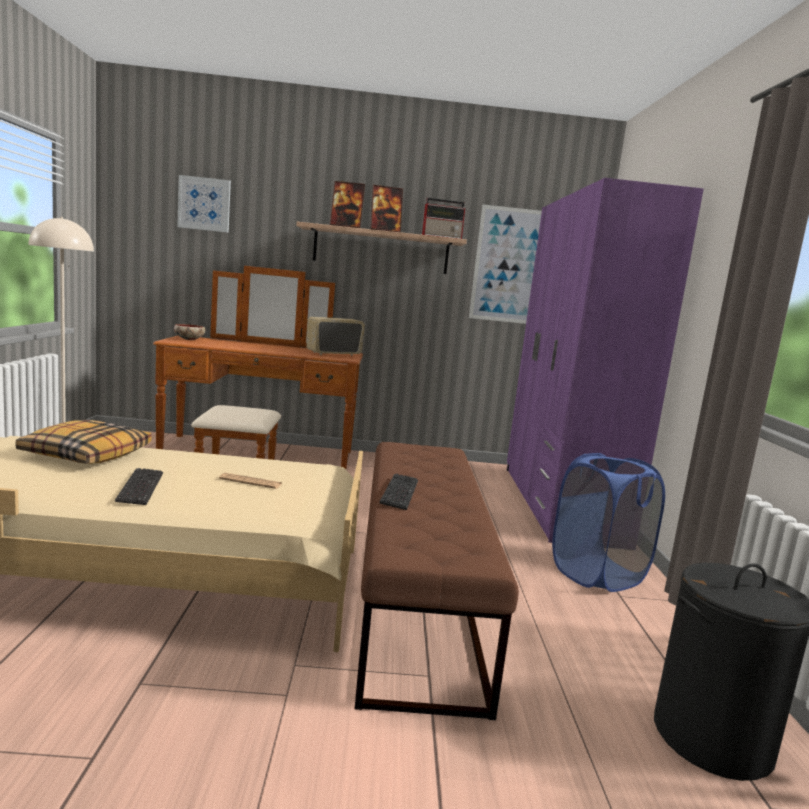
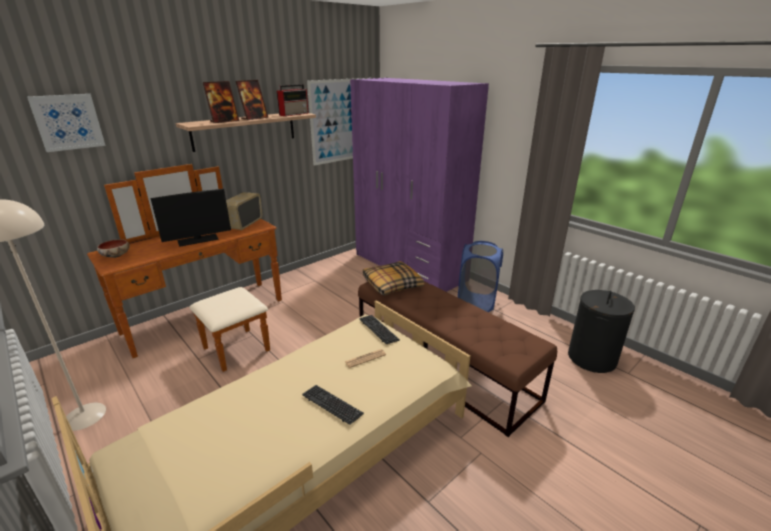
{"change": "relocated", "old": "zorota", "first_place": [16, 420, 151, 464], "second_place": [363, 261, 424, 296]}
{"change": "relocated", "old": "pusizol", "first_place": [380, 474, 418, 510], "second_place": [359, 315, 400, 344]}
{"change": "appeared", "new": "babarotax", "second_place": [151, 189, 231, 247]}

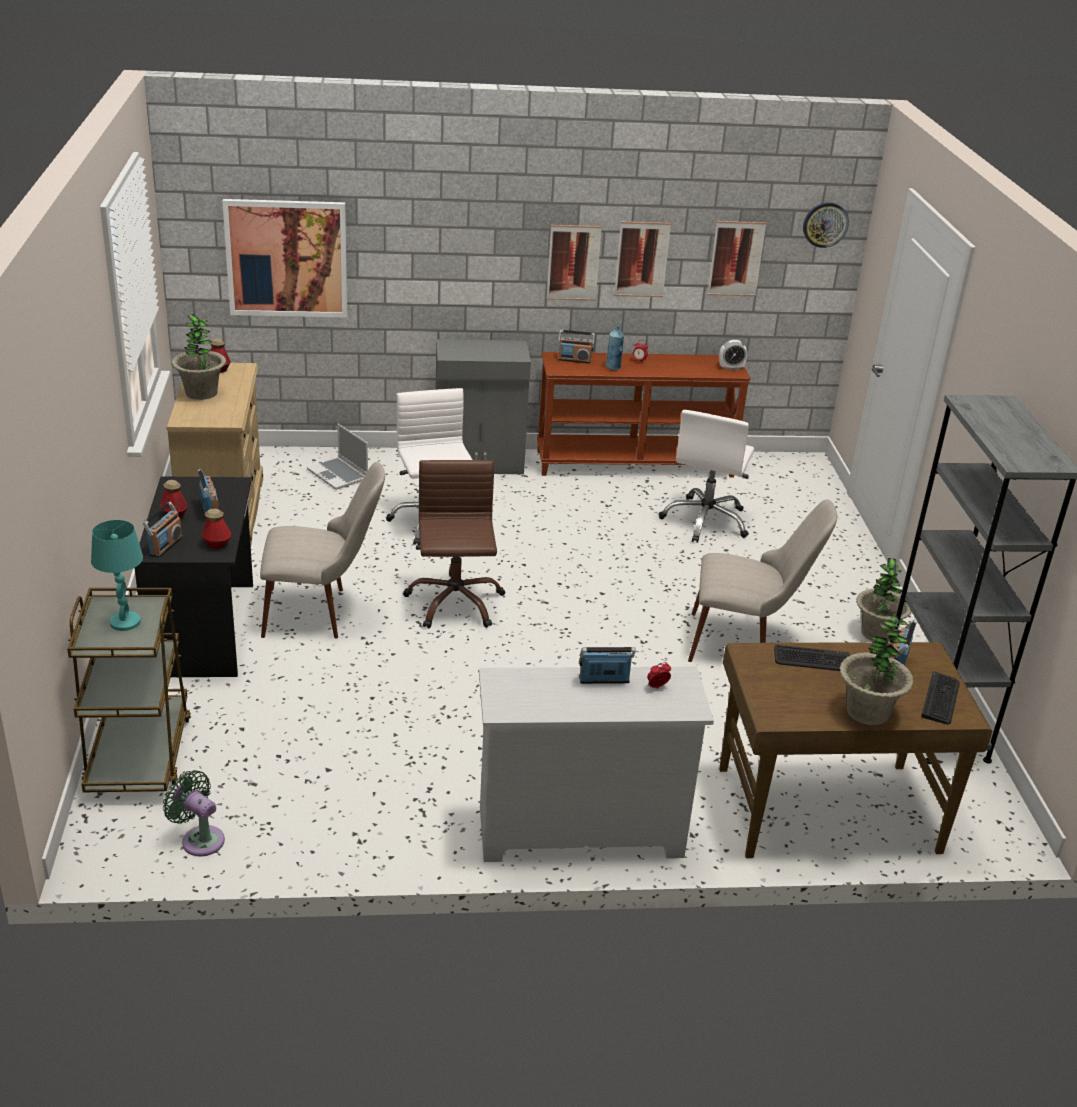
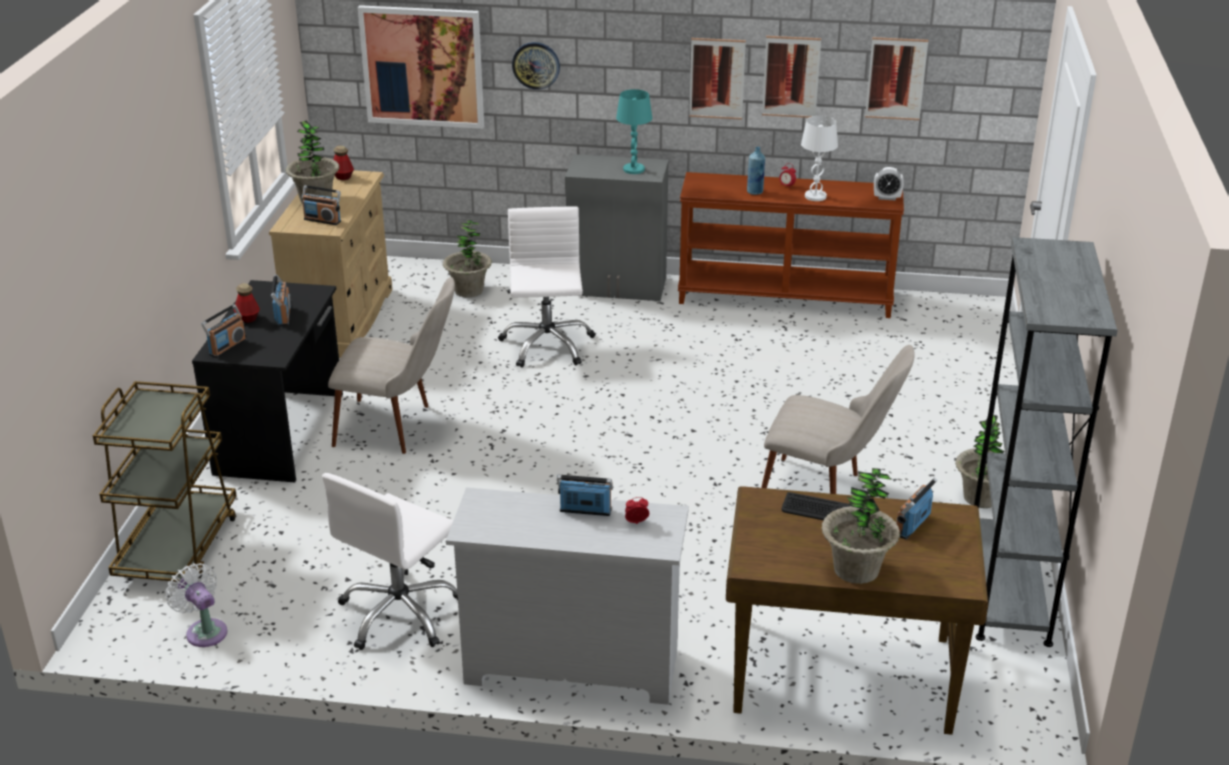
{"change": "relocated", "old": "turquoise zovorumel", "first_place": [91, 520, 143, 631], "second_place": [616, 89, 652, 174]}
{"change": "colour", "old": "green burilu", "new": "white burilu", "first_place": [163, 770, 225, 856], "second_place": [166, 563, 228, 647]}
{"change": "missing", "old": "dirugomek", "first_place": [201, 509, 231, 549]}
{"change": "exchanged", "old": "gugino", "new": "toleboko", "first_place": [307, 424, 368, 490], "second_place": [443, 220, 492, 297]}
{"change": "missing", "old": "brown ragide", "first_place": [403, 460, 505, 629]}
{"change": "relocated", "old": "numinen", "first_place": [558, 330, 595, 364], "second_place": [302, 185, 341, 225]}
{"change": "relocated", "old": "white ragide", "first_place": [659, 410, 754, 543], "second_place": [322, 473, 458, 650]}
{"change": "relocated", "old": "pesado", "first_place": [803, 202, 849, 248], "second_place": [512, 42, 560, 90]}
{"change": "missing", "old": "pusizol", "first_place": [921, 671, 960, 724]}
{"change": "appeared", "new": "white zovorumel", "second_place": [801, 116, 838, 201]}

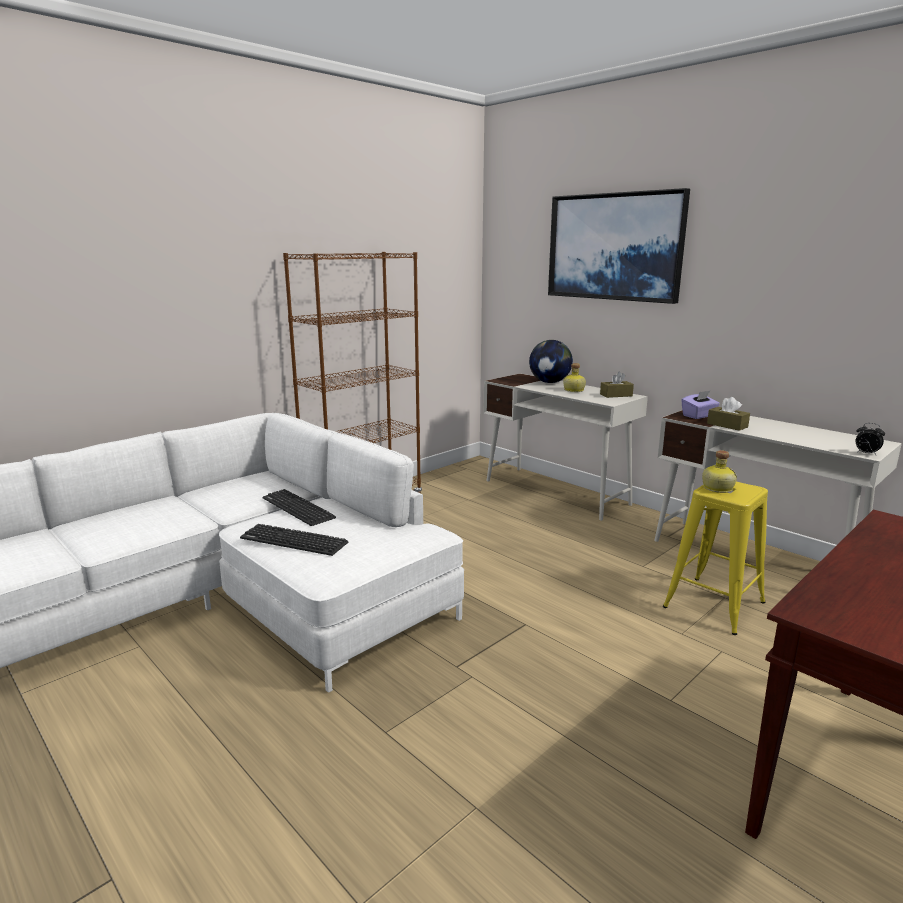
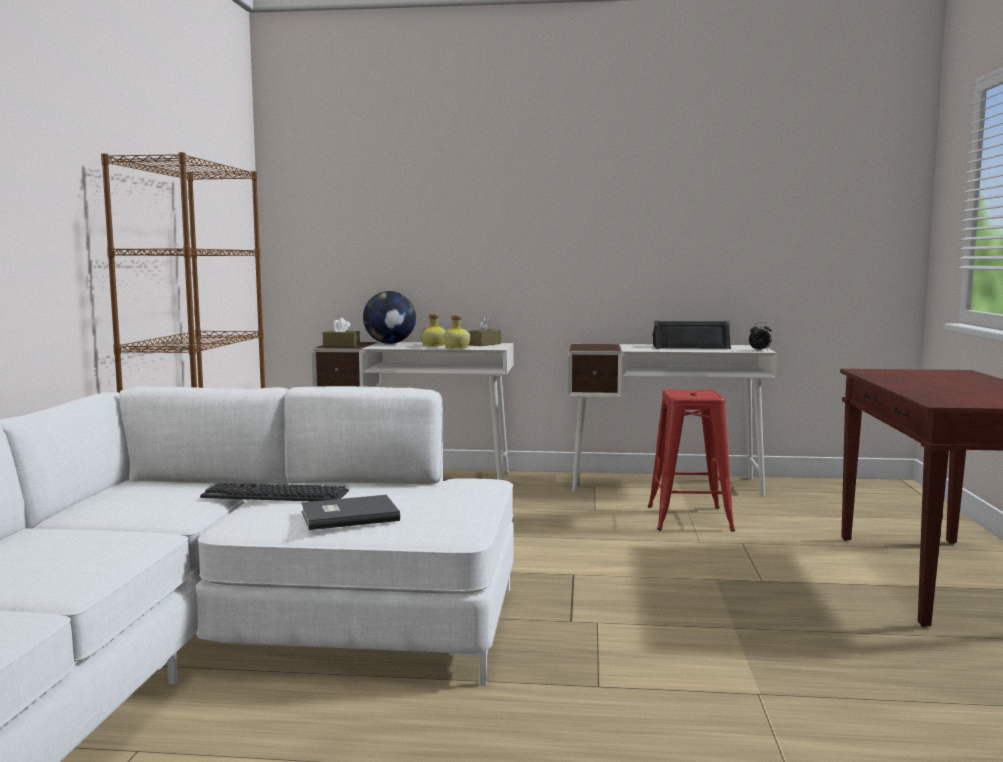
{"change": "exchanged", "old": "pusizol", "new": "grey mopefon", "first_place": [240, 524, 348, 556], "second_place": [301, 495, 400, 530]}
{"change": "missing", "old": "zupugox", "first_place": [548, 188, 690, 304]}
{"change": "colour", "old": "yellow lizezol", "new": "red lizezol", "first_place": [663, 481, 768, 635], "second_place": [648, 389, 735, 532]}
{"change": "missing", "old": "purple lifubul", "first_place": [681, 391, 720, 419]}
{"change": "relocated", "old": "dirugomek", "first_place": [702, 450, 737, 493], "second_place": [443, 315, 470, 349]}
{"change": "relocated", "old": "brown lifubul", "first_place": [707, 397, 750, 431], "second_place": [323, 318, 360, 347]}
{"change": "appeared", "new": "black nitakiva", "second_place": [653, 321, 731, 349]}

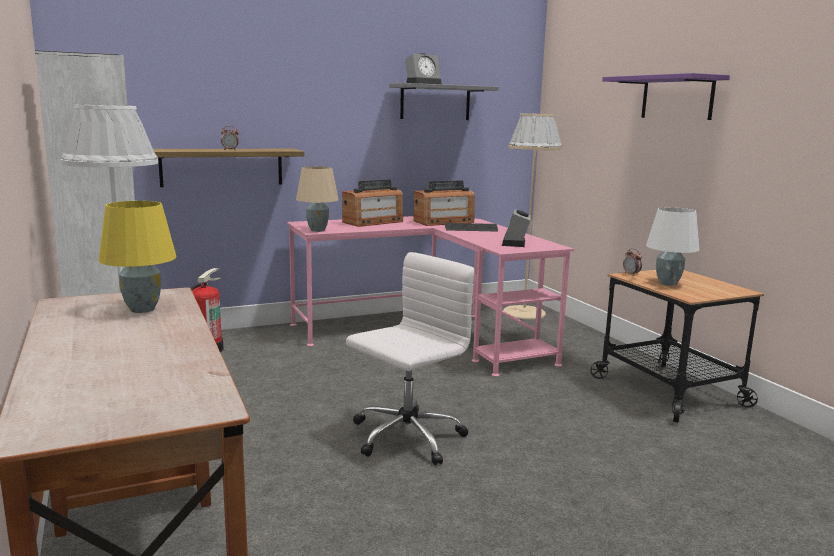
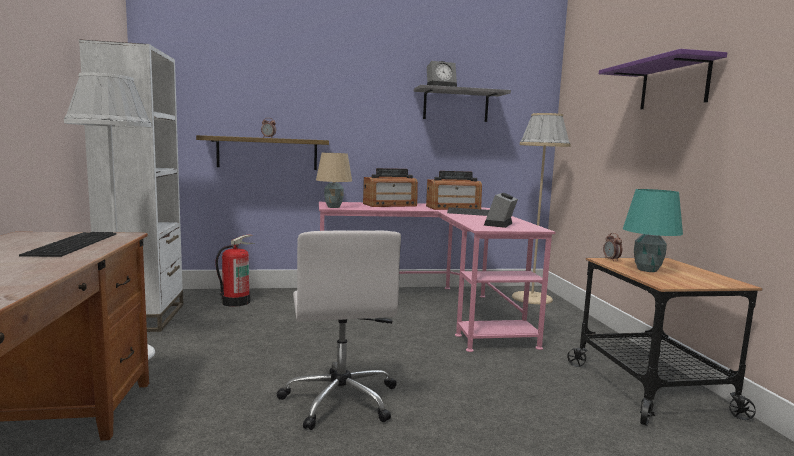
{"change": "exchanged", "old": "yellow zovorumel", "new": "pusizol", "first_place": [99, 201, 176, 313], "second_place": [19, 232, 116, 257]}
{"change": "spun", "old": "white ragide", "first_place": [346, 252, 474, 465], "second_place": [277, 230, 401, 430], "degrees": 105}
{"change": "colour", "old": "white zovorumel", "new": "turquoise zovorumel", "first_place": [646, 207, 699, 286], "second_place": [623, 189, 683, 272]}

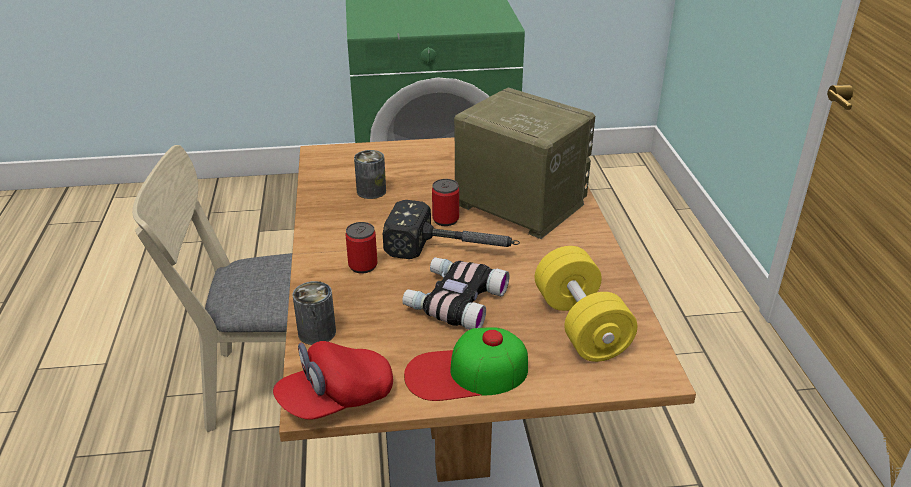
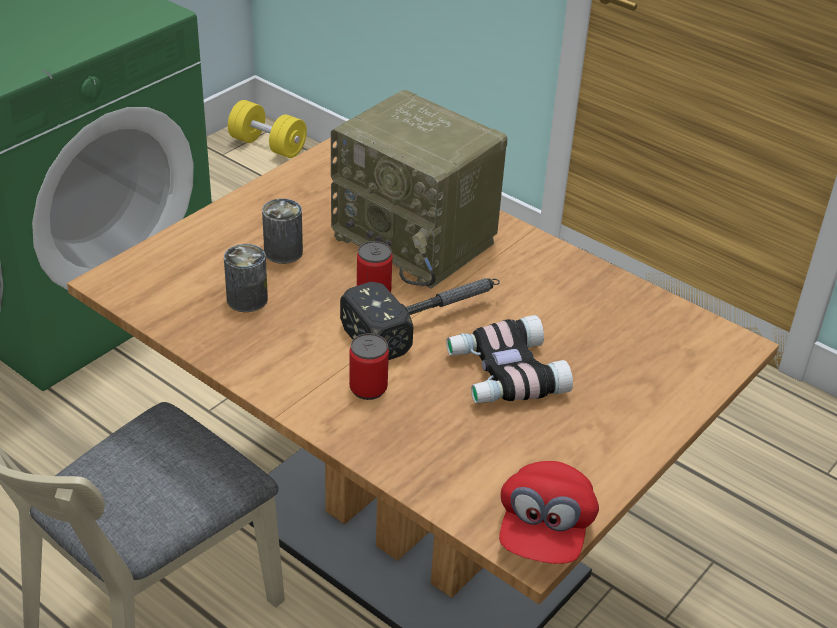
{"change": "relocated", "old": "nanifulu", "first_place": [293, 281, 336, 345], "second_place": [262, 199, 303, 264]}
{"change": "missing", "old": "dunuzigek", "first_place": [404, 328, 528, 401]}
{"change": "spun", "old": "numinen", "first_place": [454, 87, 595, 239], "second_place": [331, 90, 507, 289], "degrees": -135}
{"change": "relocated", "old": "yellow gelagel", "first_place": [535, 246, 637, 362], "second_place": [228, 100, 307, 158]}

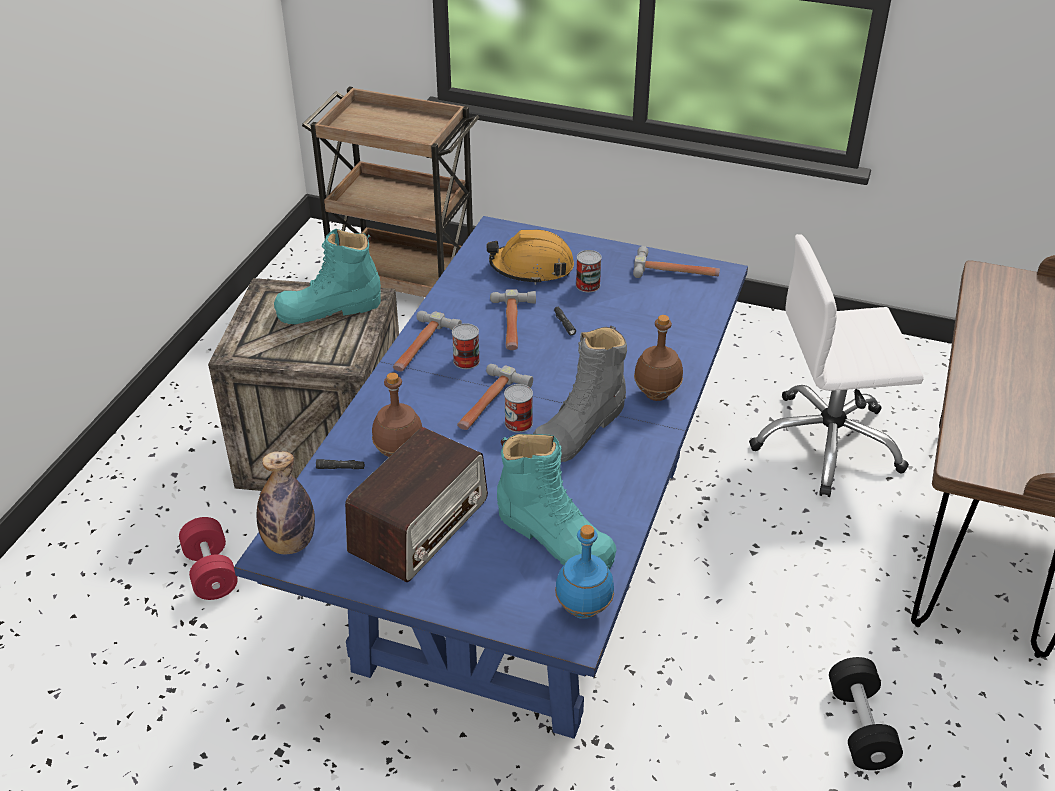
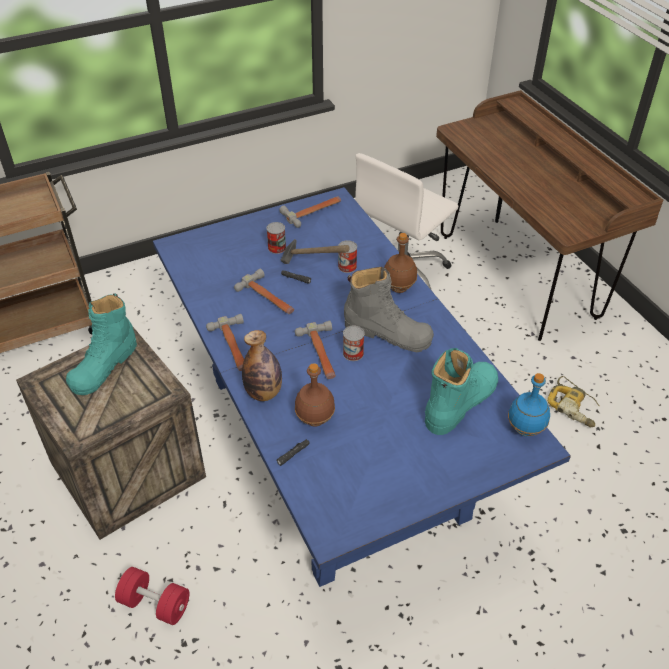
{"change": "relocated", "old": "dirugomek", "first_place": [257, 451, 315, 554], "second_place": [242, 330, 282, 401]}
{"change": "missing", "old": "numinen", "first_place": [345, 427, 488, 582]}
{"change": "relocated", "old": "nanifulu", "first_place": [452, 323, 480, 369], "second_place": [338, 240, 357, 273]}
{"change": "missing", "old": "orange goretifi", "first_place": [486, 230, 574, 285]}
{"change": "spun", "old": "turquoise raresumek", "first_place": [497, 434, 617, 569], "second_place": [425, 348, 498, 435], "degrees": -45}
{"change": "spun", "old": "grey raresumek", "first_place": [533, 326, 627, 462], "second_place": [344, 267, 434, 352], "degrees": -60}
{"change": "exchanged", "old": "black gelagel", "new": "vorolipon", "first_place": [829, 657, 903, 770], "second_place": [547, 376, 600, 427]}
{"change": "appeared", "new": "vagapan", "second_place": [281, 239, 350, 264]}

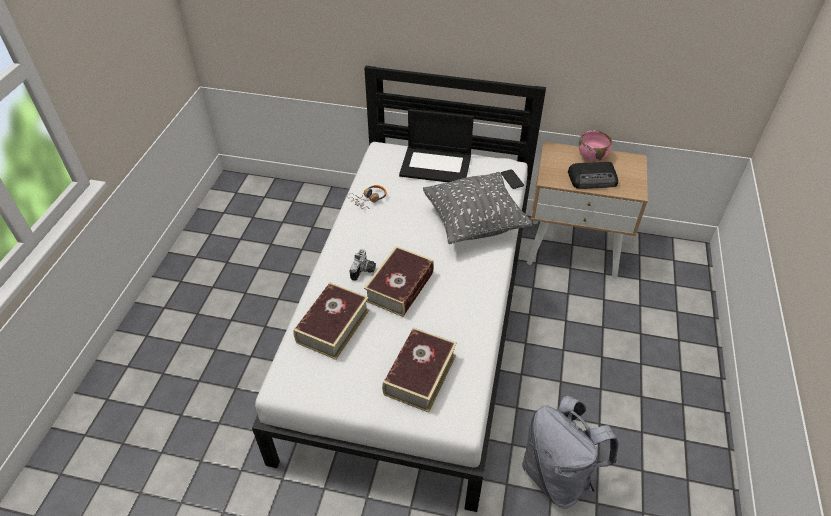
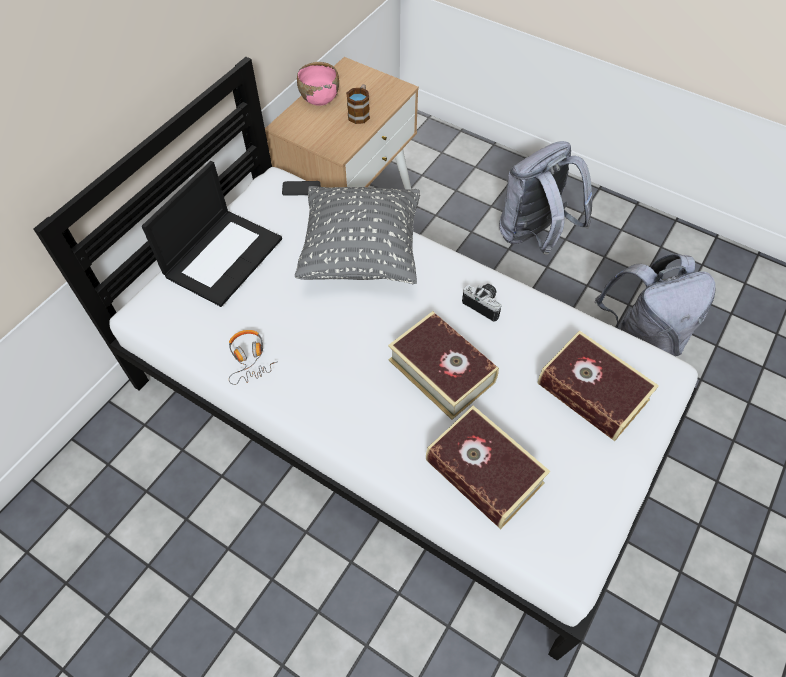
{"change": "relocated", "old": "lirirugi", "first_place": [350, 249, 376, 281], "second_place": [462, 284, 502, 322]}
{"change": "exchanged", "old": "numinen", "new": "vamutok", "first_place": [568, 162, 618, 189], "second_place": [346, 84, 370, 124]}
{"change": "appeared", "new": "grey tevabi", "second_place": [499, 141, 592, 255]}

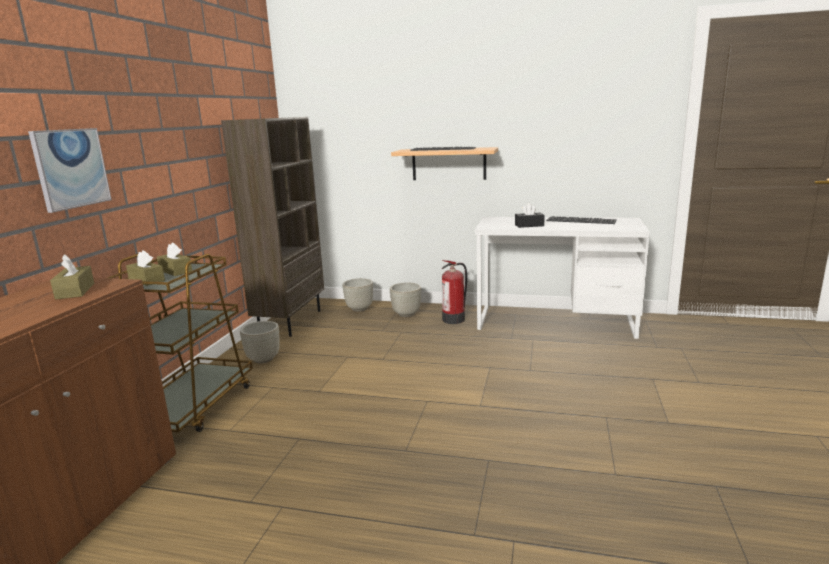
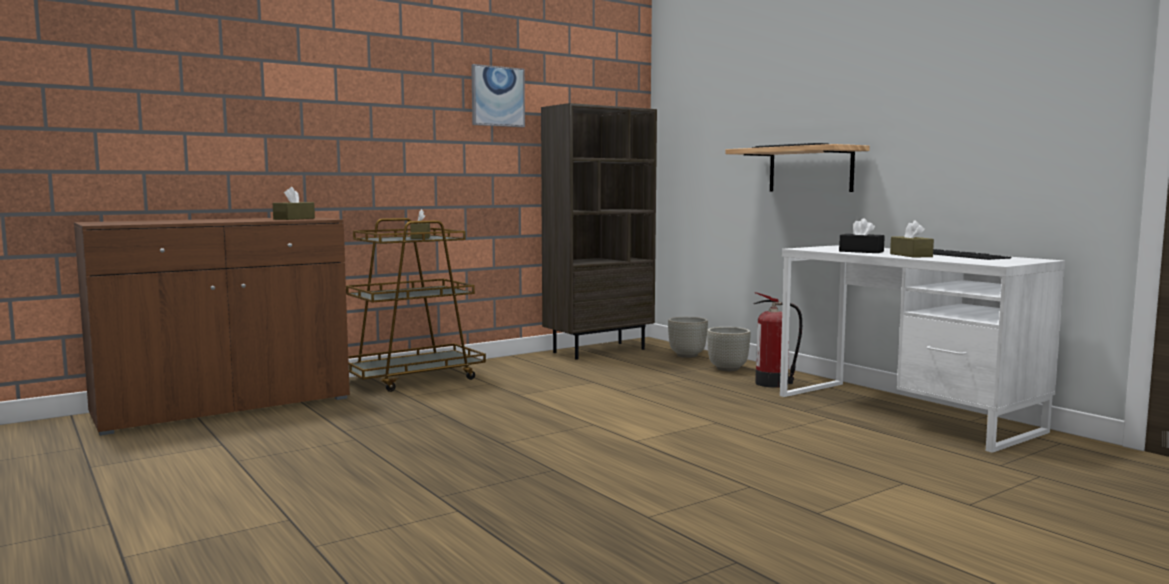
{"change": "relocated", "old": "zupugox", "first_place": [28, 128, 112, 213], "second_place": [471, 64, 525, 127]}
{"change": "relocated", "old": "brown lifubul", "first_place": [126, 250, 165, 286], "second_place": [890, 220, 934, 258]}
{"change": "missing", "old": "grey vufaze", "first_place": [240, 321, 280, 363]}

